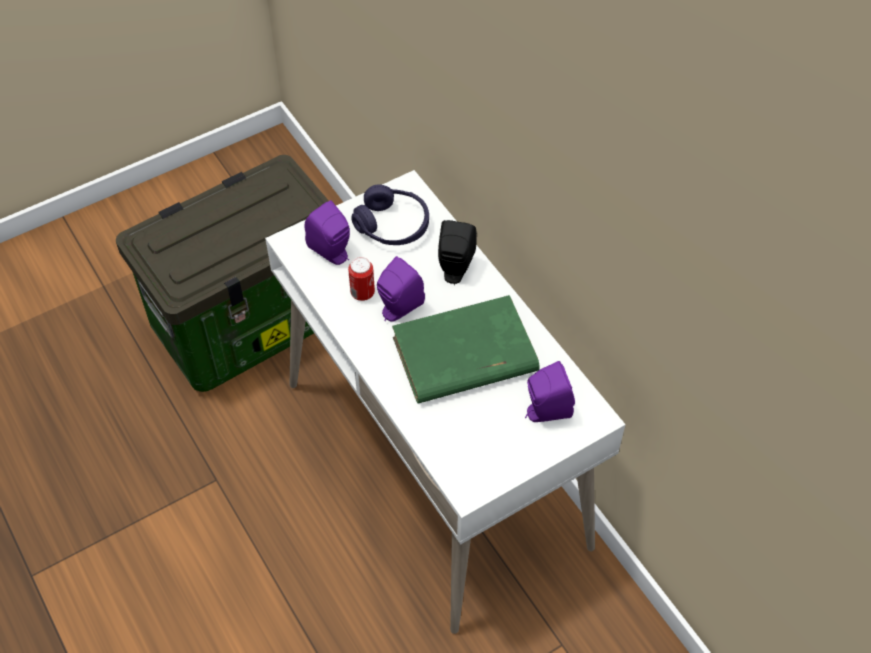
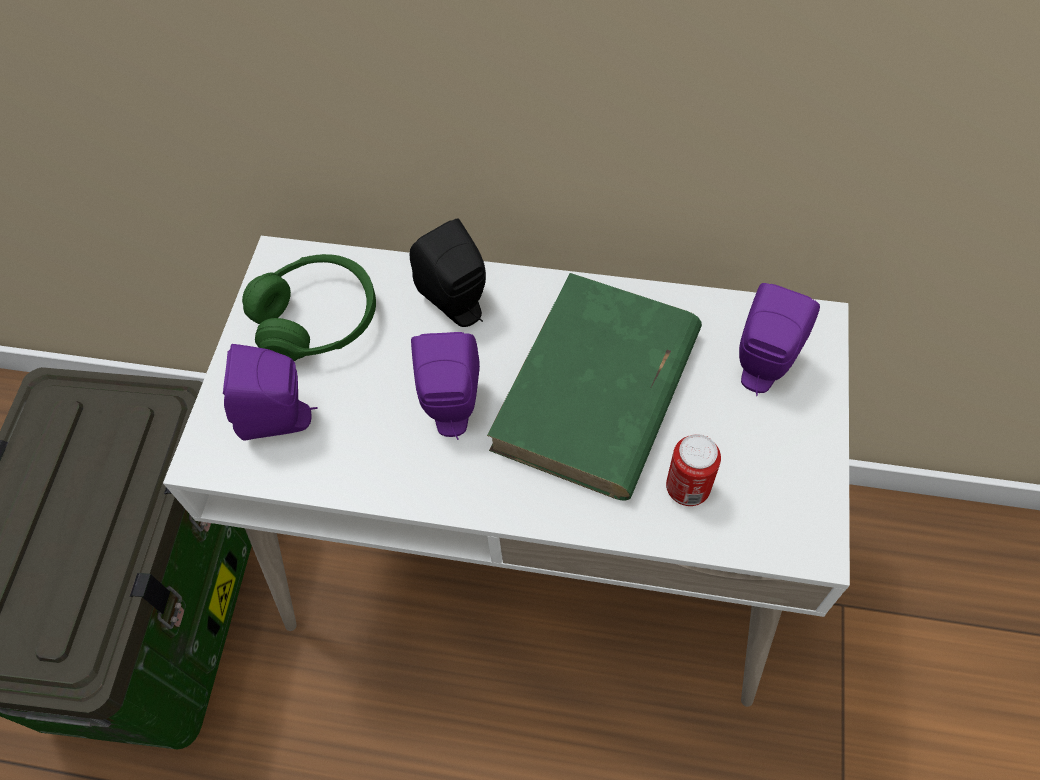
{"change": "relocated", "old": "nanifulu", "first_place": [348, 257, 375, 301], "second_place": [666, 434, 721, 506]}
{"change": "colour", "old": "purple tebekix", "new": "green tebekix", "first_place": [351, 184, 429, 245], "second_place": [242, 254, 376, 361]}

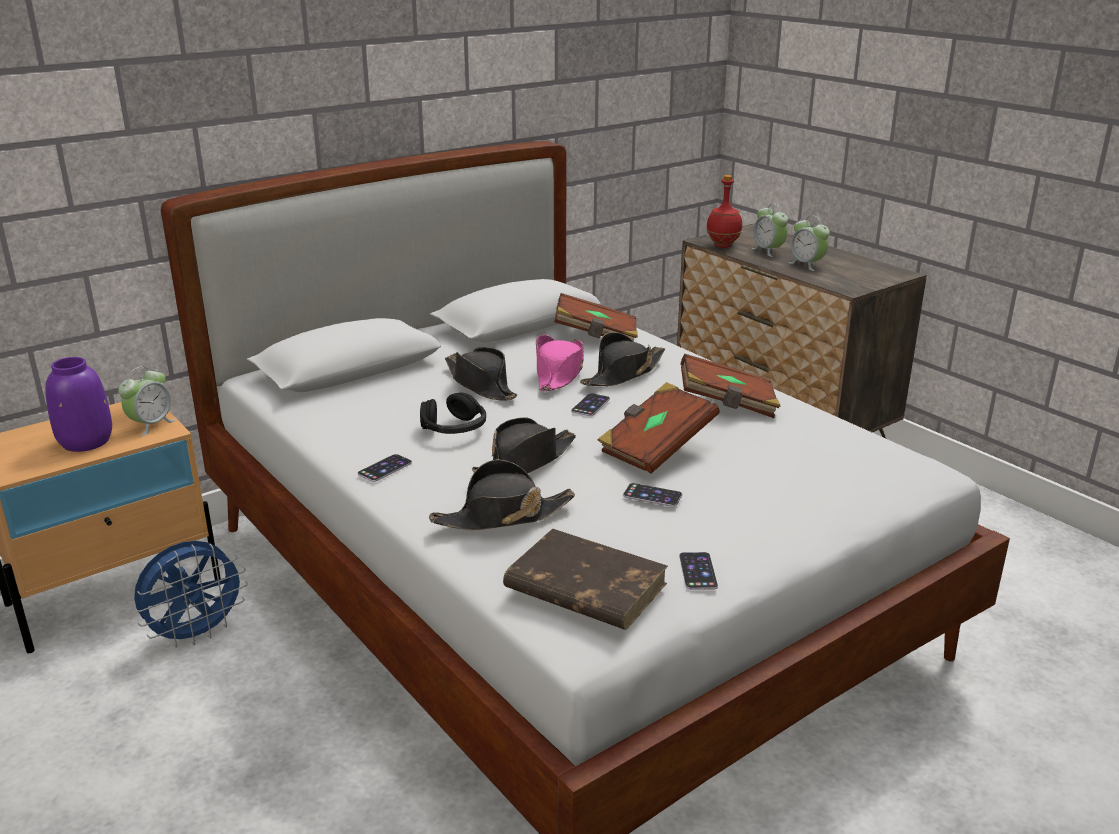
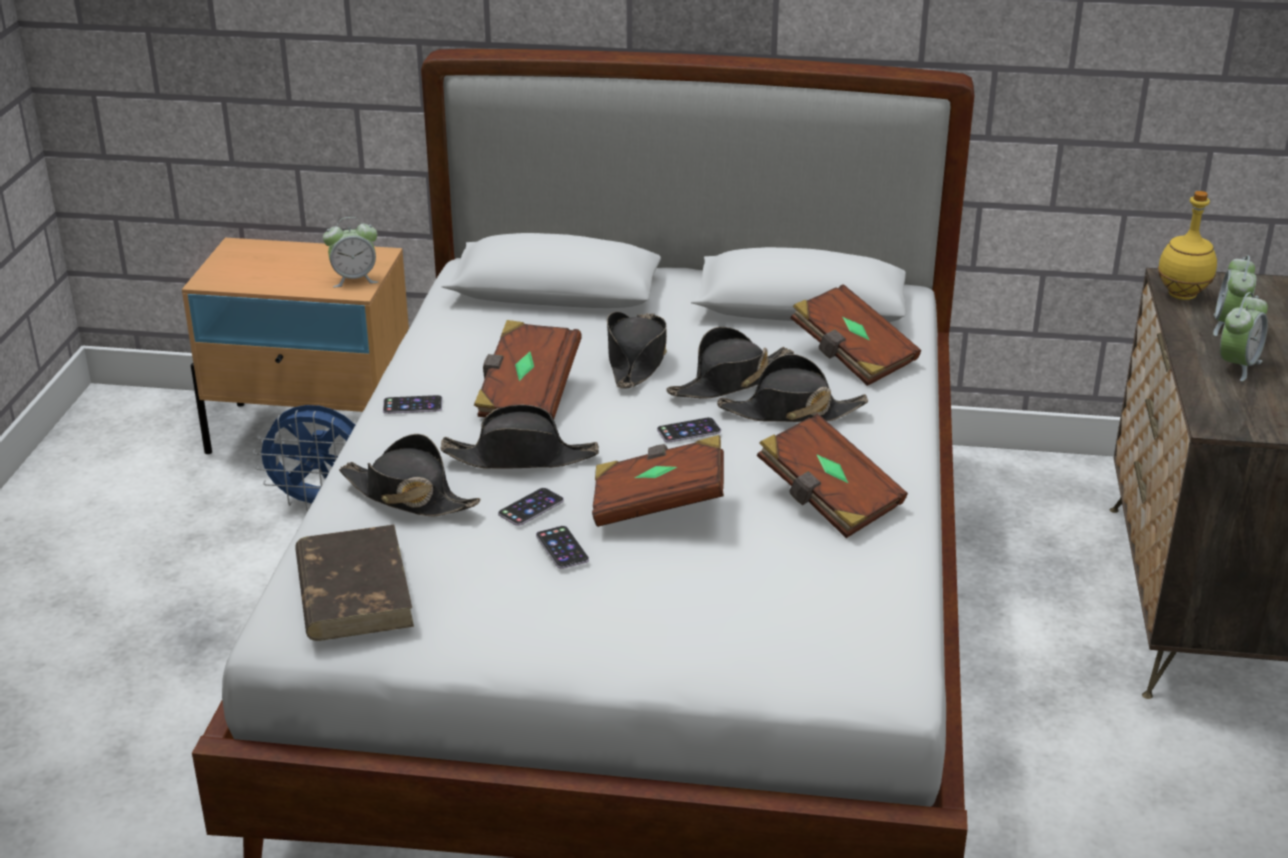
{"change": "missing", "old": "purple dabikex", "first_place": [45, 357, 112, 452]}
{"change": "exchanged", "old": "black tebekix", "new": "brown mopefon", "first_place": [420, 392, 486, 434], "second_place": [473, 320, 582, 419]}
{"change": "colour", "old": "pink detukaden", "new": "black detukaden", "first_place": [536, 335, 584, 391], "second_place": [666, 327, 794, 399]}
{"change": "relocated", "old": "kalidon", "first_place": [679, 552, 718, 590], "second_place": [498, 488, 564, 526]}
{"change": "colour", "old": "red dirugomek", "new": "yellow dirugomek", "first_place": [706, 175, 742, 248], "second_place": [1158, 191, 1217, 300]}
{"change": "spun", "old": "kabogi", "first_place": [788, 215, 830, 271], "second_place": [1220, 292, 1268, 381], "degrees": -150}

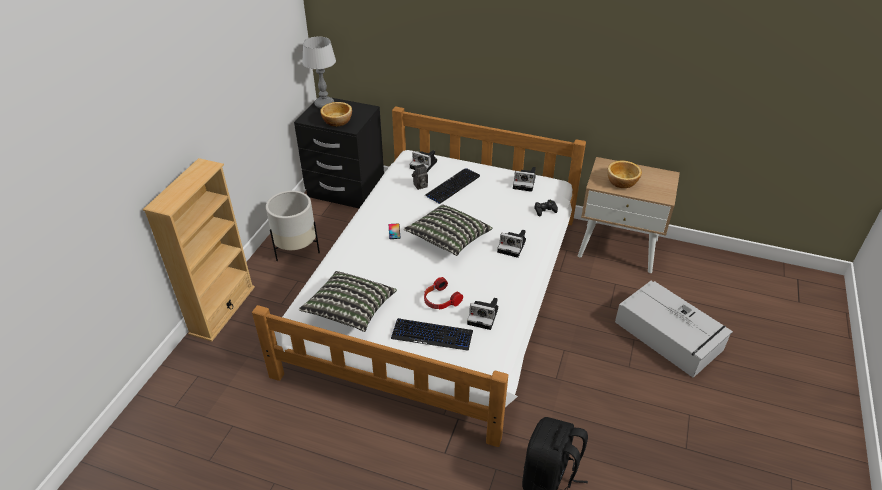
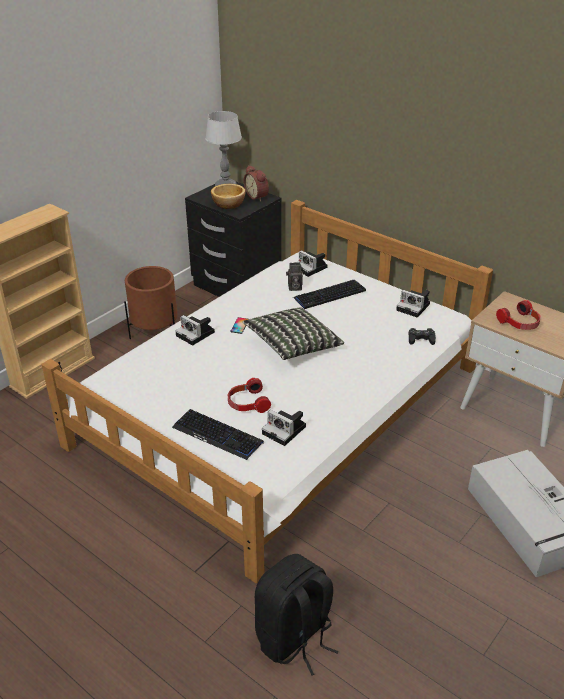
{"change": "colour", "old": "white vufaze", "new": "brown vufaze", "first_place": [266, 191, 320, 261], "second_place": [124, 266, 177, 339]}
{"change": "missing", "old": "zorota", "first_place": [299, 271, 397, 332]}
{"change": "relocated", "old": "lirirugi", "first_place": [497, 230, 526, 258], "second_place": [175, 315, 215, 346]}
{"change": "exchanged", "old": "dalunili", "new": "tebekix", "first_place": [607, 161, 642, 188], "second_place": [496, 300, 541, 330]}
{"change": "appeared", "new": "kabogi", "second_place": [244, 165, 269, 202]}

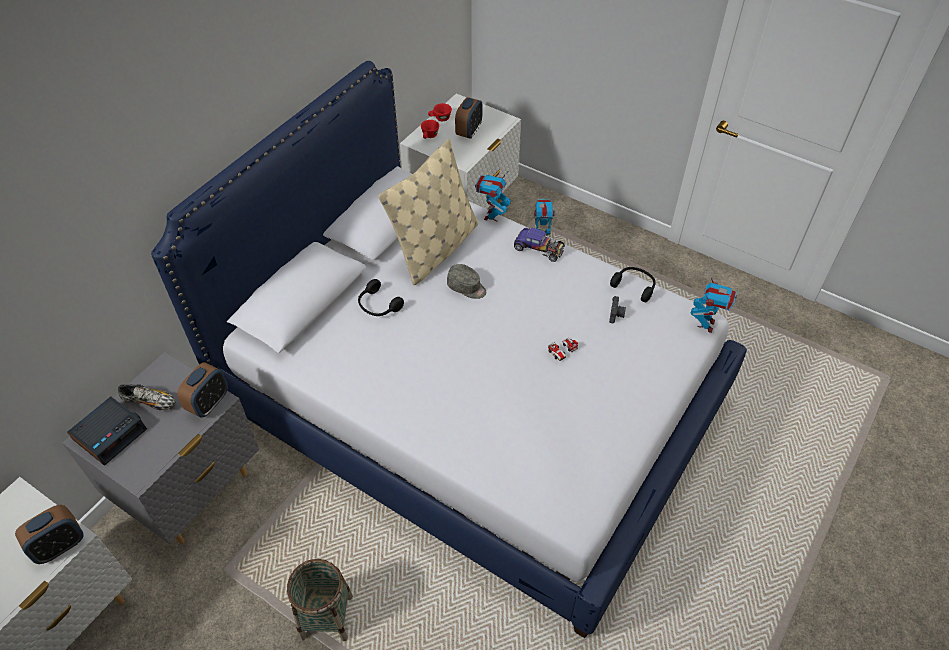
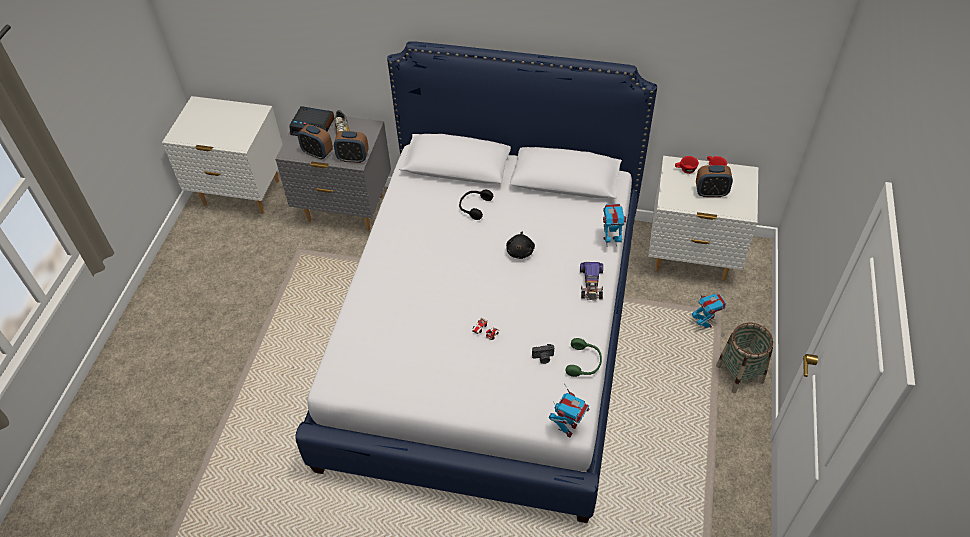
{"change": "relocated", "old": "kabogi", "first_place": [15, 505, 84, 564], "second_place": [298, 124, 333, 160]}
{"change": "relocated", "old": "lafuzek", "first_place": [287, 559, 353, 641], "second_place": [716, 323, 773, 393]}
{"change": "missing", "old": "beige zorota", "first_place": [379, 139, 478, 285]}
{"change": "exchanged", "old": "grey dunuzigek", "new": "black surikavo", "first_place": [447, 264, 486, 299], "second_place": [506, 232, 535, 259]}
{"change": "colour", "old": "black tebekix", "new": "green tebekix", "first_place": [610, 267, 656, 302], "second_place": [566, 338, 602, 377]}
{"change": "spun", "old": "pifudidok", "first_place": [691, 272, 737, 333], "second_place": [549, 385, 590, 437], "degrees": -60}

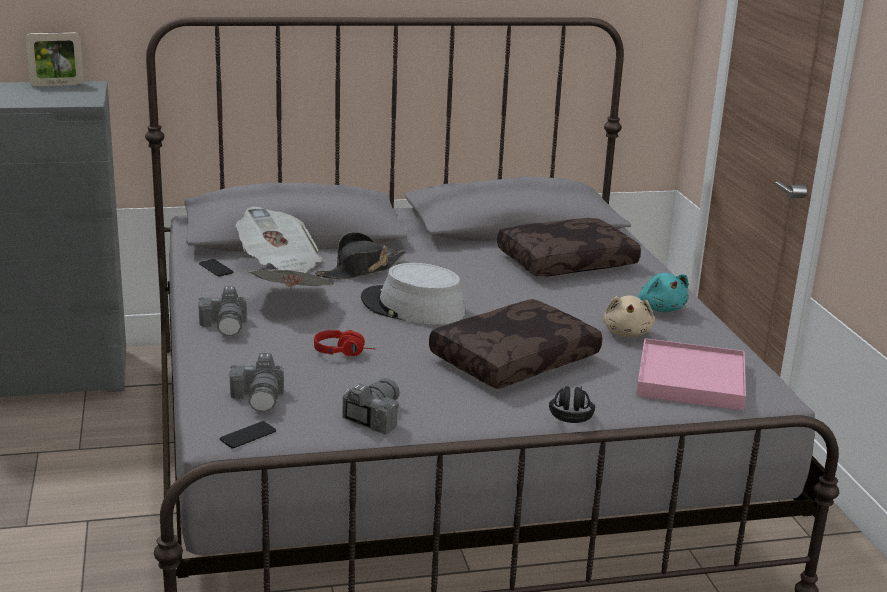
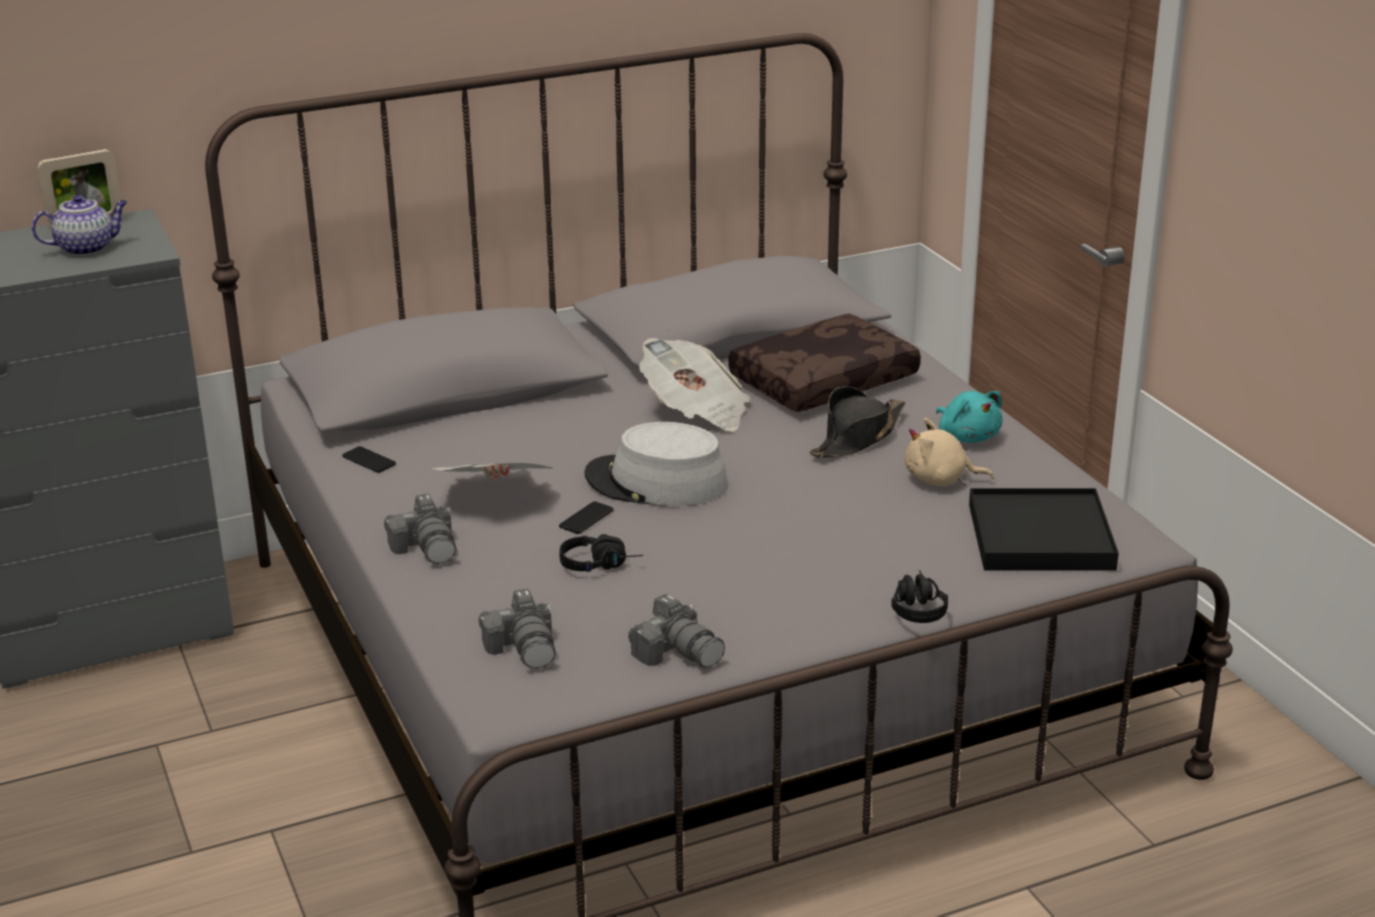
{"change": "relocated", "old": "kalidon", "first_place": [220, 421, 276, 449], "second_place": [559, 501, 613, 534]}
{"change": "relocated", "old": "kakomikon", "first_place": [236, 207, 322, 273], "second_place": [639, 338, 750, 432]}
{"change": "colour", "old": "red tebekix", "new": "black tebekix", "first_place": [314, 330, 376, 356], "second_place": [559, 534, 643, 572]}
{"change": "relocated", "old": "black detukaden", "first_place": [315, 232, 406, 279], "second_place": [810, 386, 905, 457]}
{"change": "spun", "old": "lirirugi", "first_place": [342, 378, 400, 434], "second_place": [628, 594, 725, 668], "degrees": 120}
{"change": "missing", "old": "brown zorota", "first_place": [429, 299, 603, 389]}
{"change": "spun", "old": "beige surikavo", "first_place": [603, 295, 655, 337], "second_place": [905, 418, 994, 486], "degrees": 105}
{"change": "colour", "old": "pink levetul", "new": "black levetul", "first_place": [636, 338, 746, 411], "second_place": [969, 488, 1119, 571]}
{"change": "appeared", "new": "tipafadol", "second_place": [31, 195, 128, 256]}

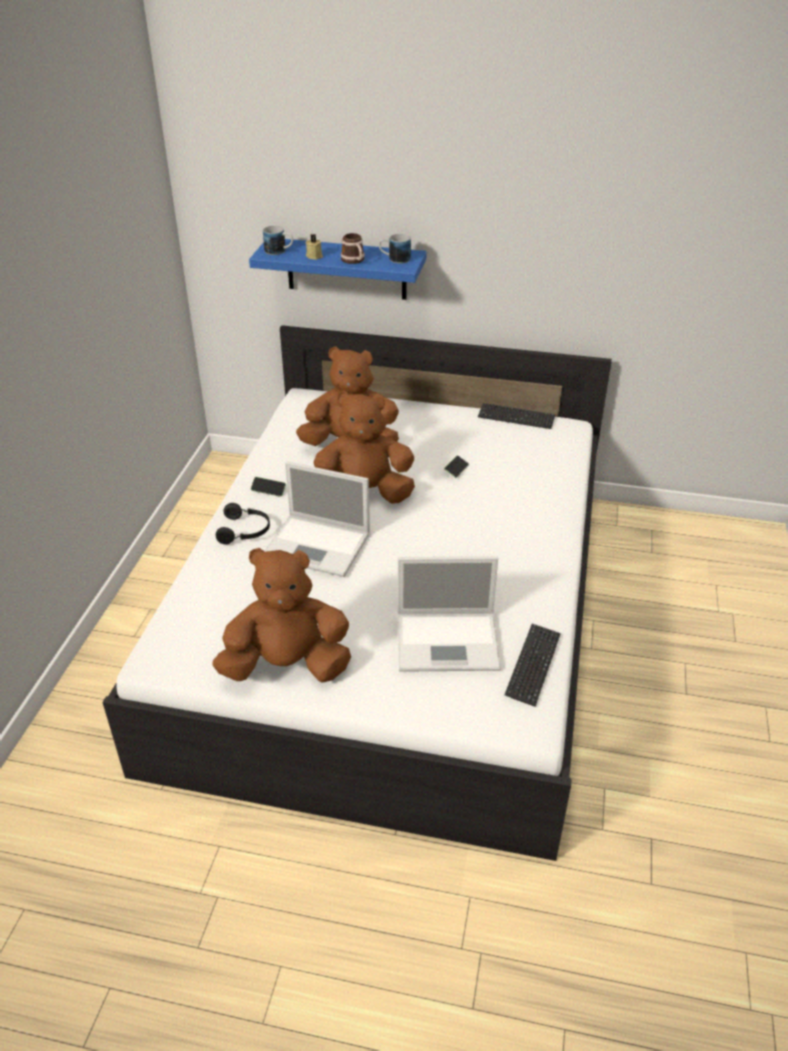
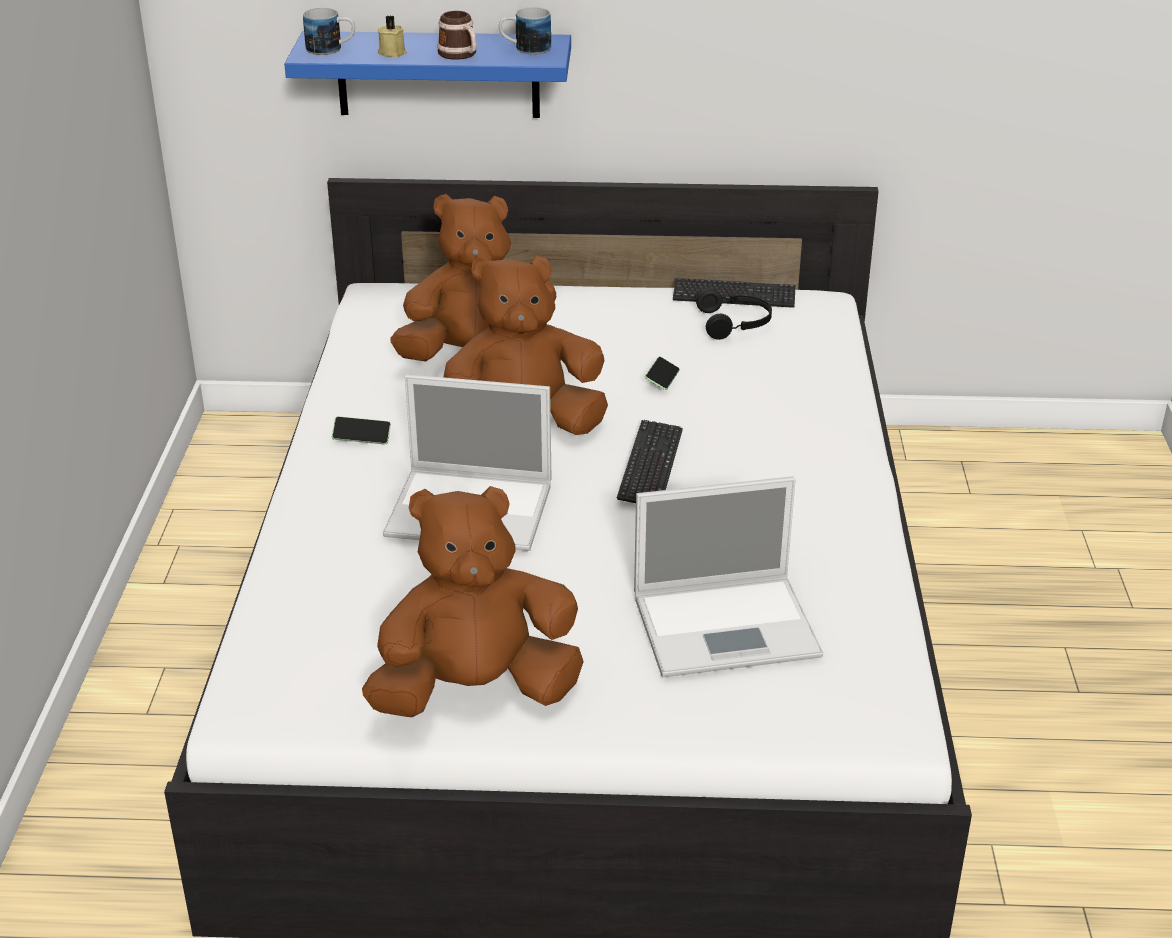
{"change": "relocated", "old": "black tebekix", "first_place": [216, 503, 270, 545], "second_place": [696, 288, 772, 340]}
{"change": "relocated", "old": "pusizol", "first_place": [504, 624, 561, 707], "second_place": [617, 420, 683, 503]}

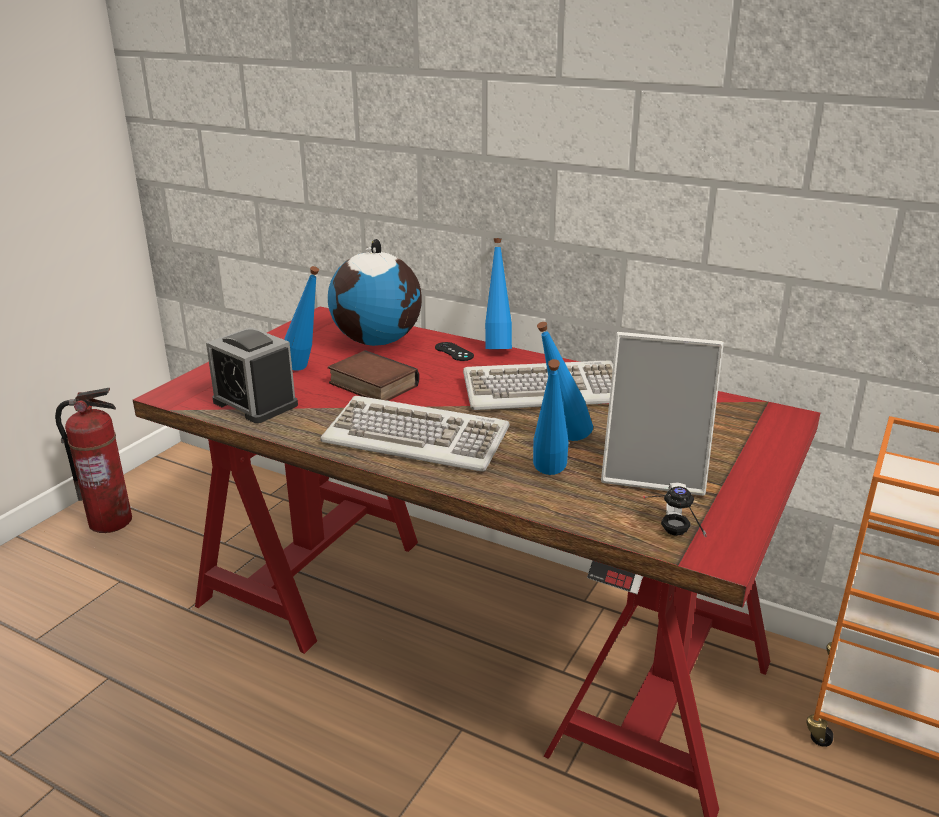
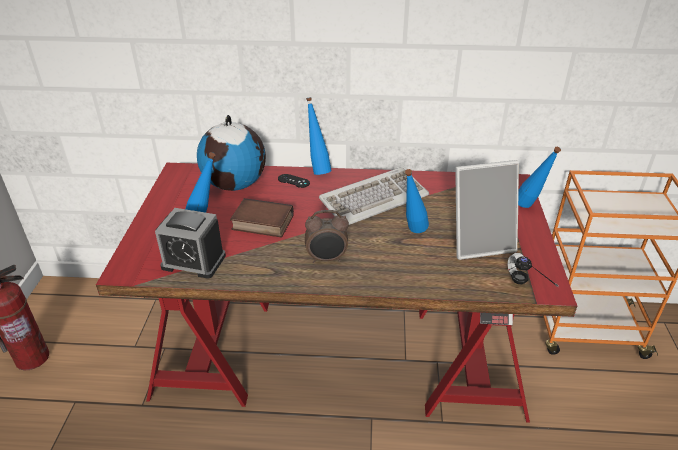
{"change": "exchanged", "old": "pusizol", "new": "kabogi", "first_place": [320, 396, 510, 471], "second_place": [305, 210, 349, 263]}
{"change": "relocated", "old": "blue dirugomek", "first_place": [533, 359, 569, 475], "second_place": [518, 147, 561, 208]}

